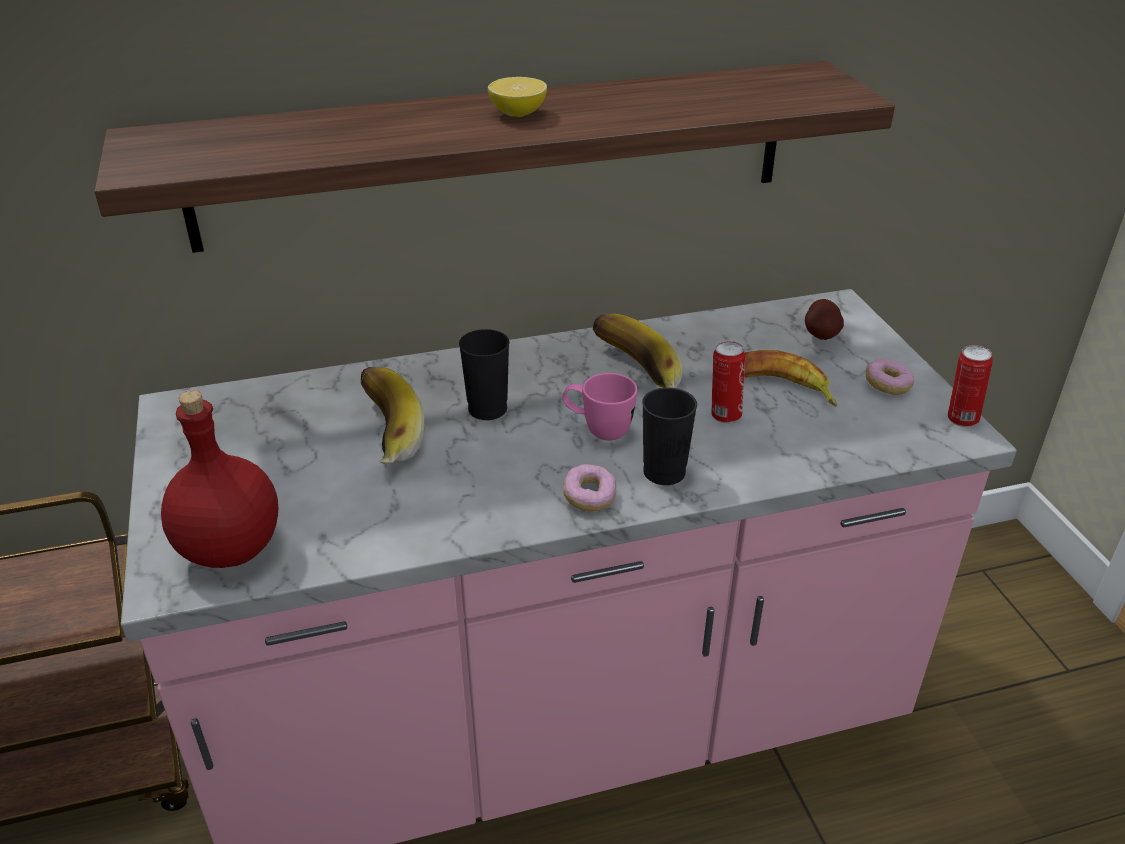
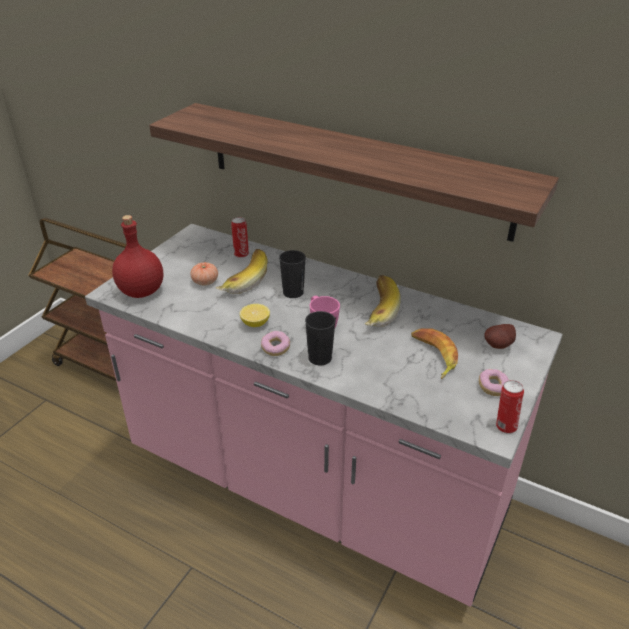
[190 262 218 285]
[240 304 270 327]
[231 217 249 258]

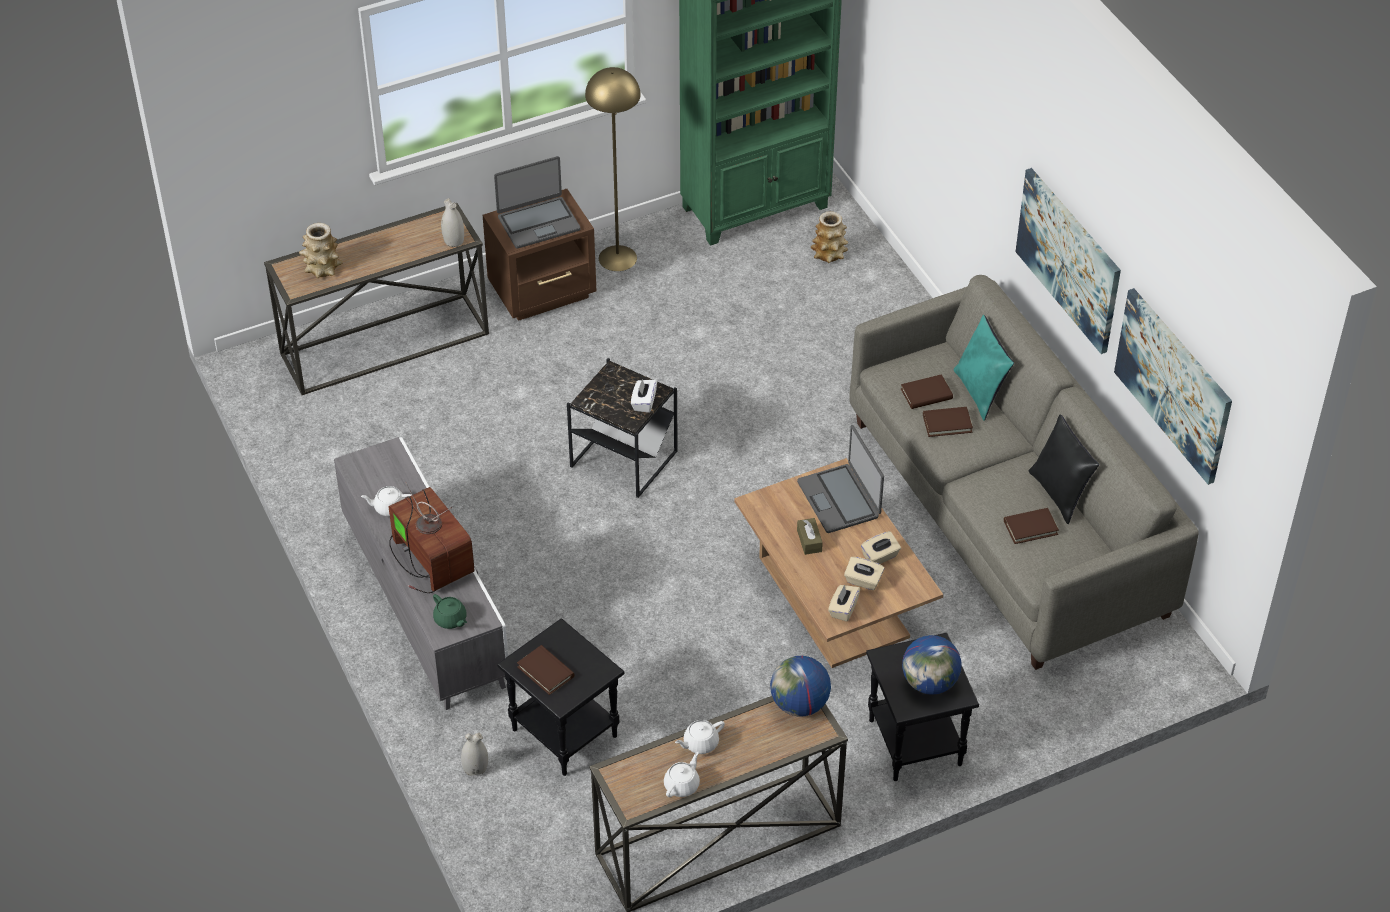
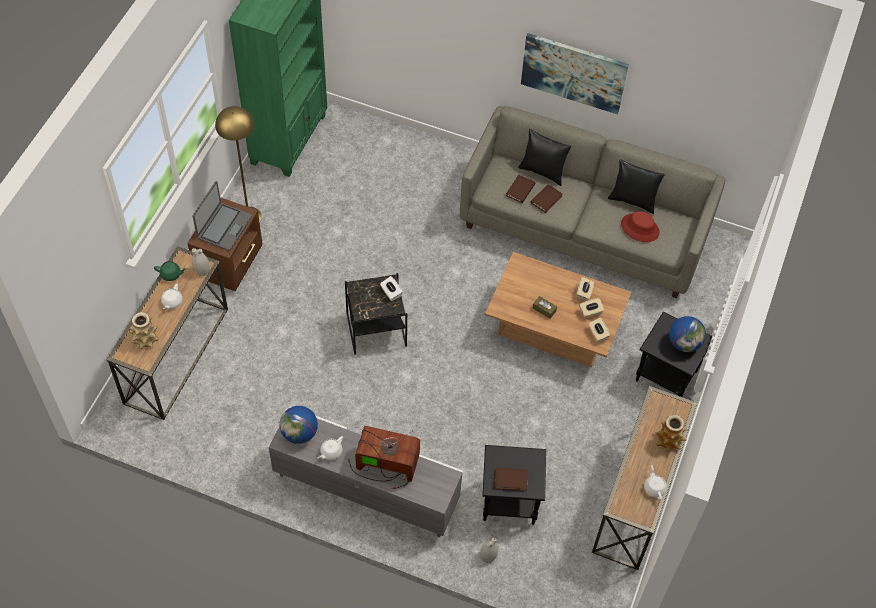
[797 425 884 533] (first image)
[1114 288 1232 485] (first image)
[154 261 186 281]
[161 284 182 309]
[280 406 318 444]
[656 415 687 452]
[621 211 660 242]
[518 129 571 186]

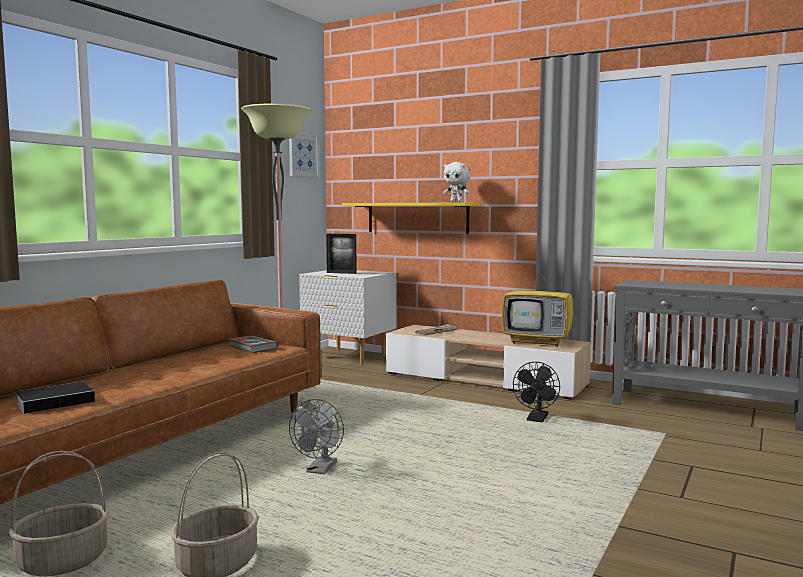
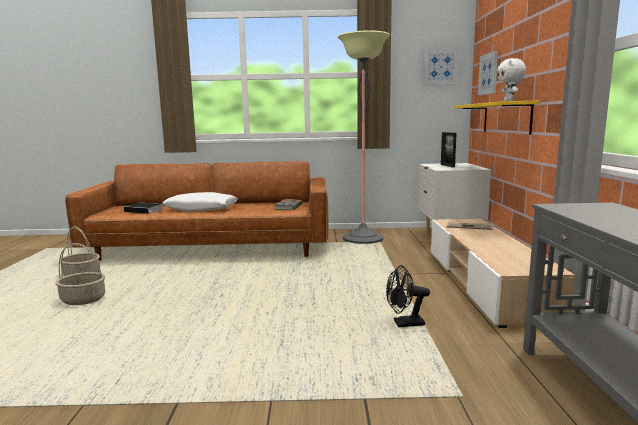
[289 399 344 474] (first image)
[502 264 573 347] (first image)
[162 192 238 212]
[478 51 498 95]

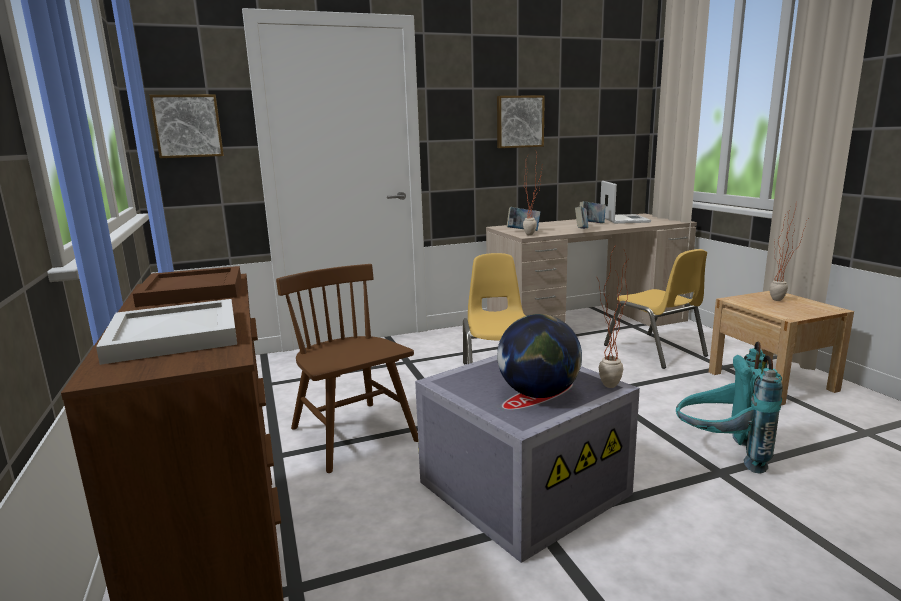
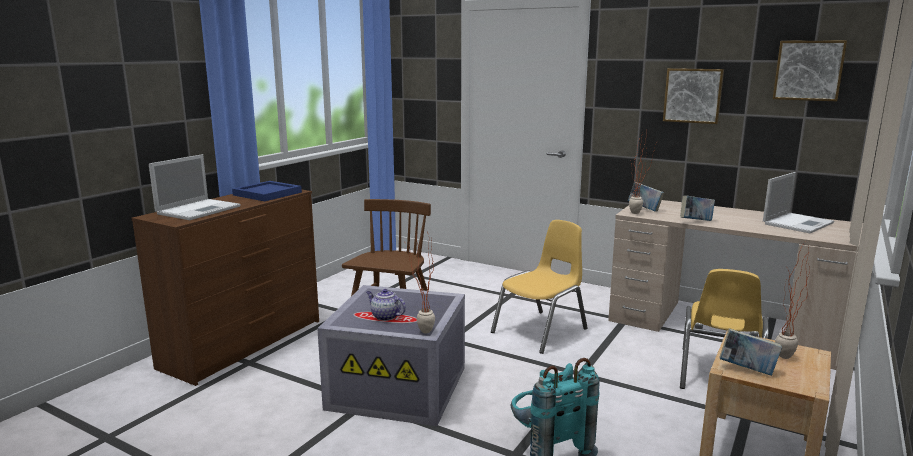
[773 40 847 101]
[719 328 782 376]
[149 154 240 220]
[366 289 406 321]
[232 181 302 201]

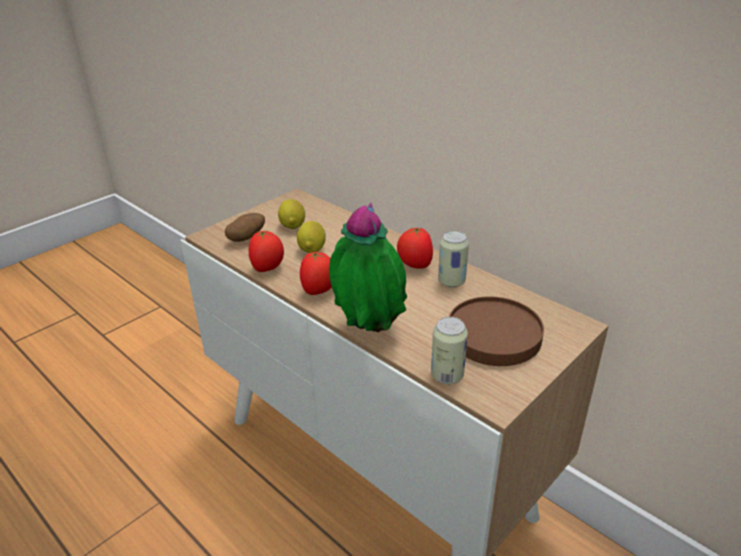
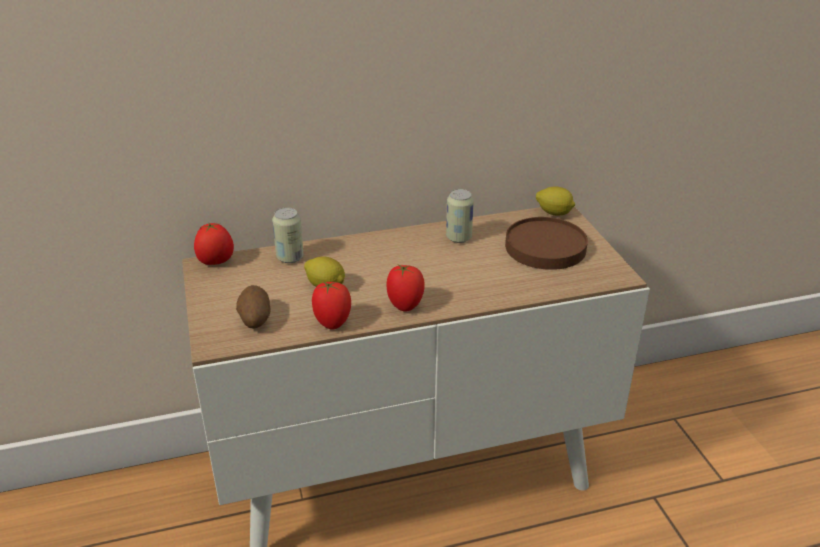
[329 203 407 332] (first image)
[536 186 575 216]
[194 223 234 265]
[272 208 303 263]

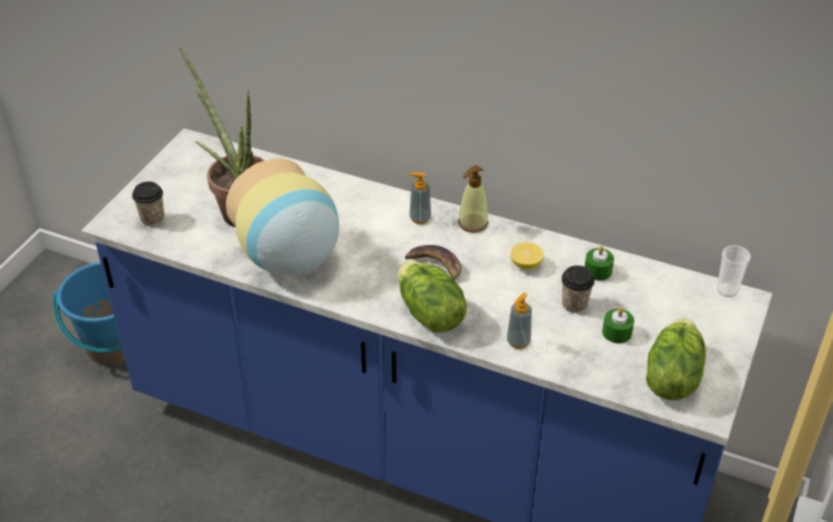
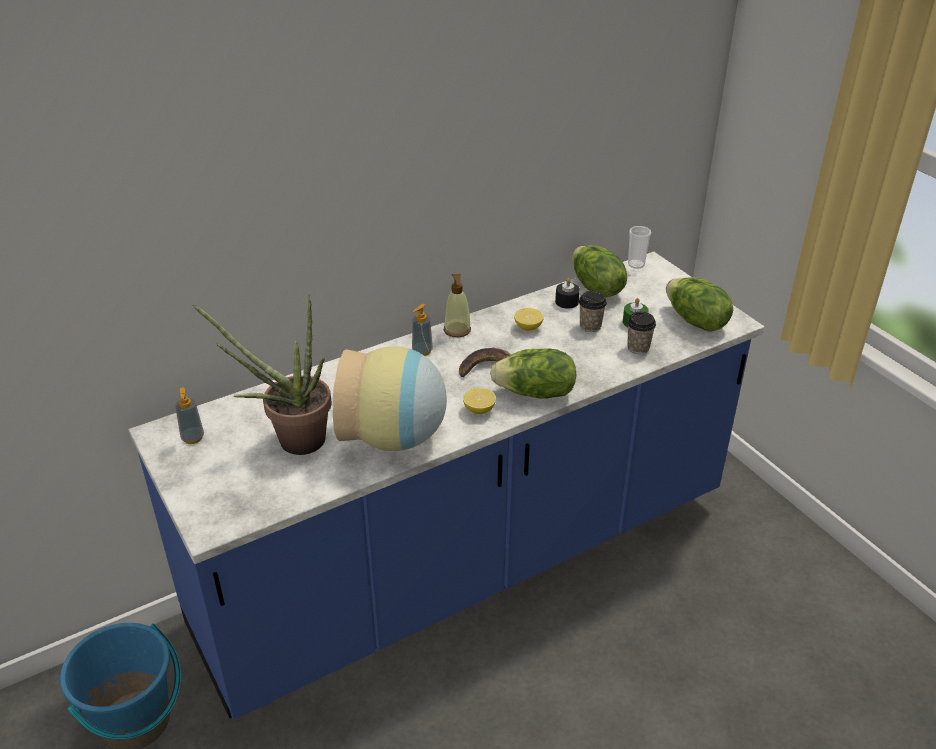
[463 388 496 414]
[572 245 627 298]
[627 312 656 354]
[175 387 204 444]
[555 278 580 309]

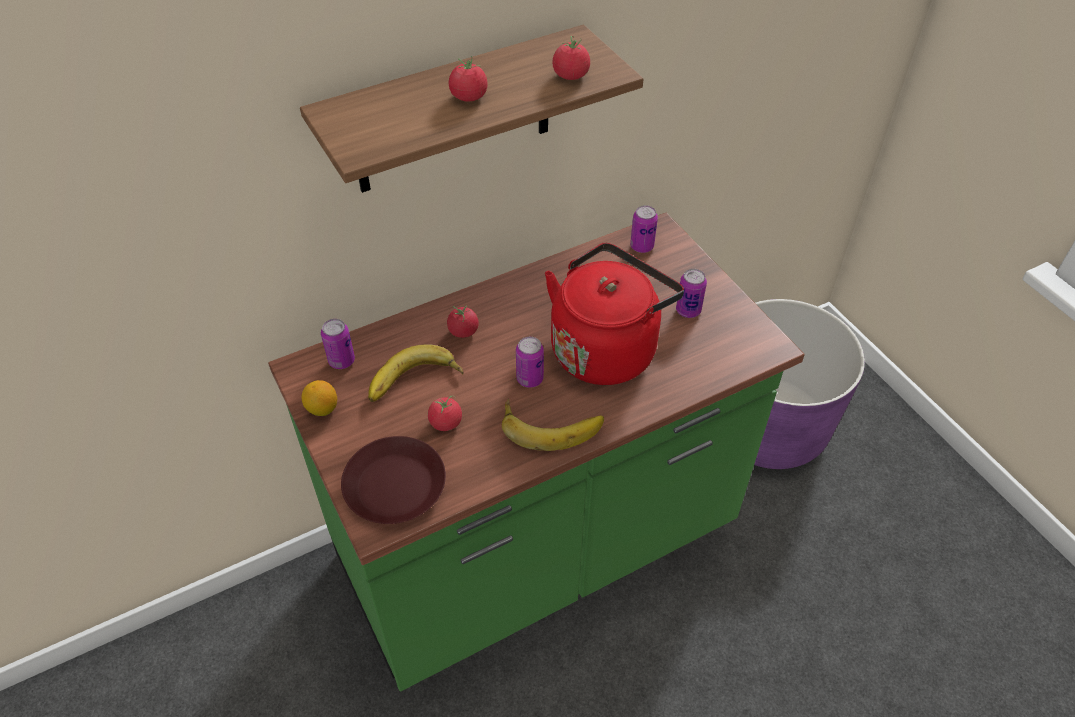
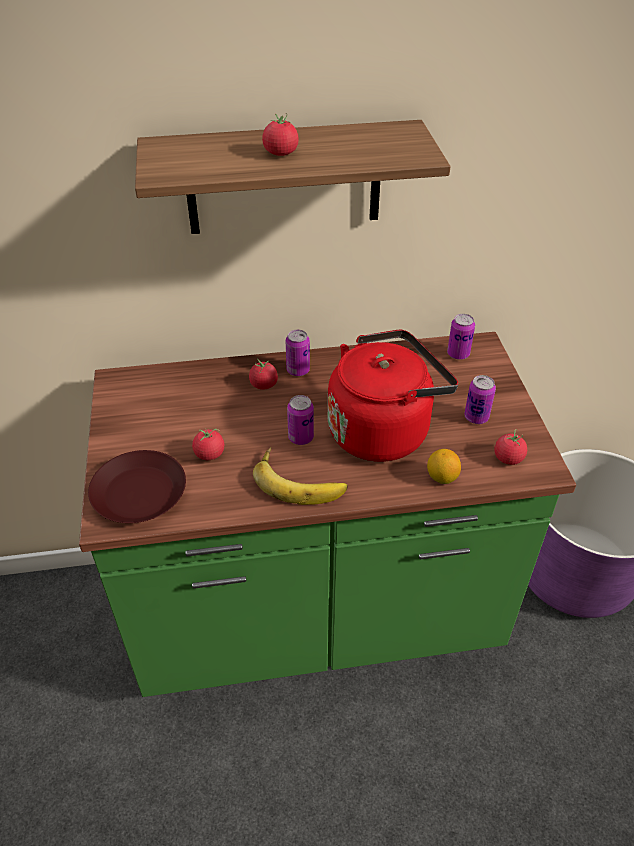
[368 344 463 402] (first image)
[427 449 461 484]
[286 330 310 376]
[494 429 527 465]

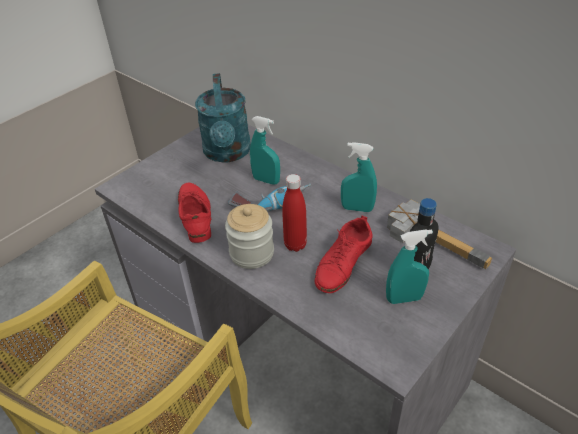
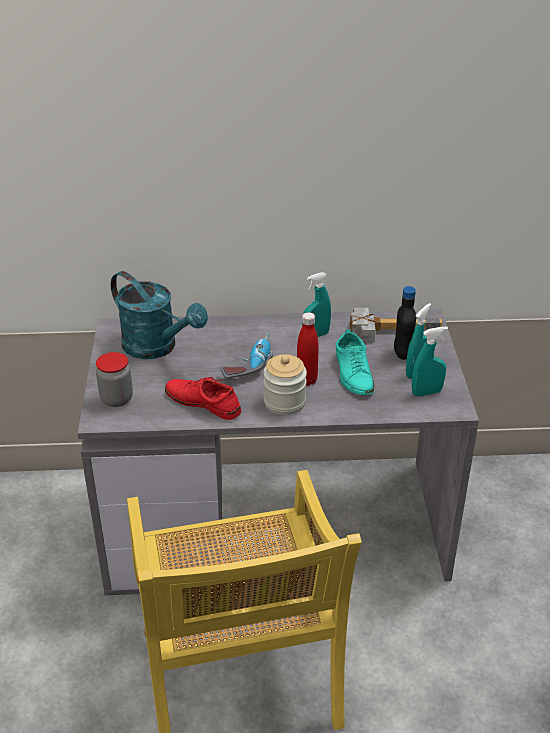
[96 352 133 407]
[412 327 448 397]
[336 329 374 395]

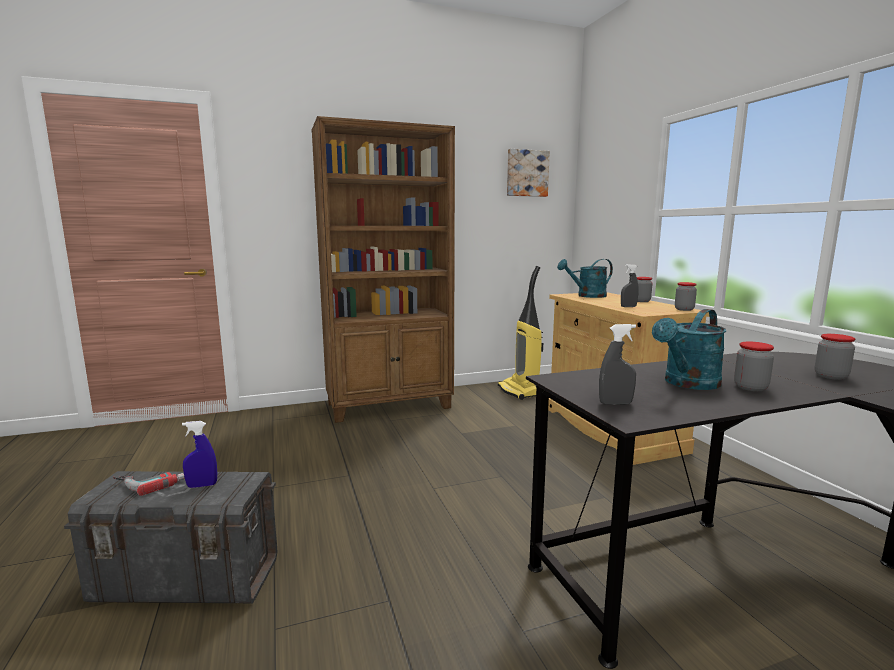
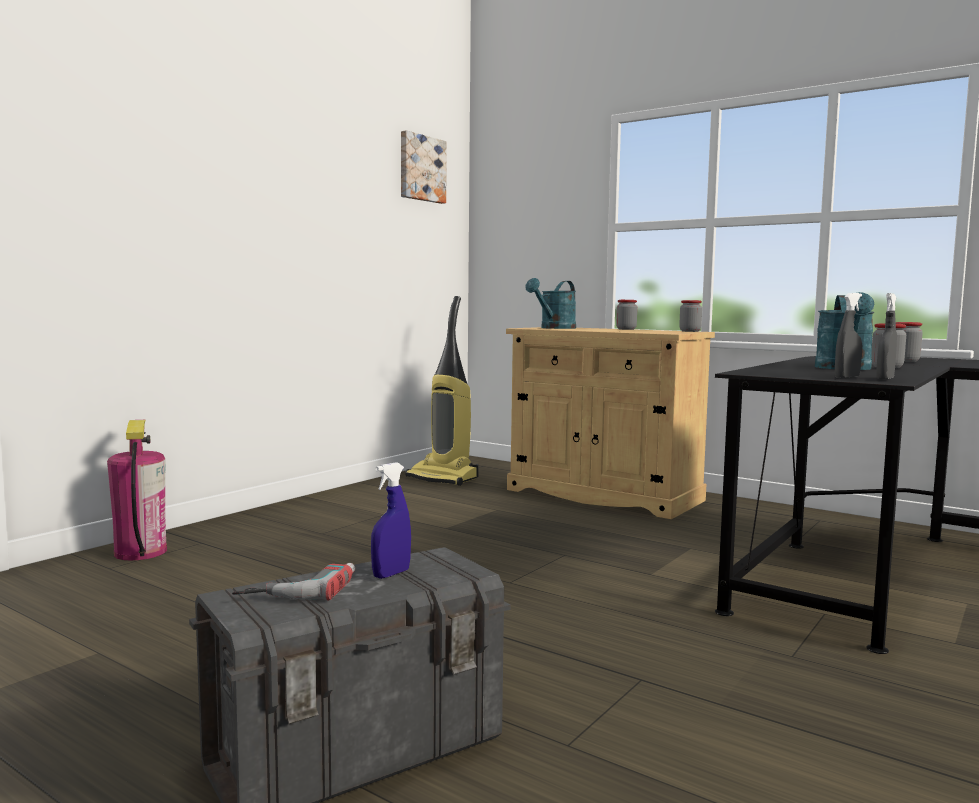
[312 116 455 423] (first image)
[107 420 167 560]
[876 293 897 380]

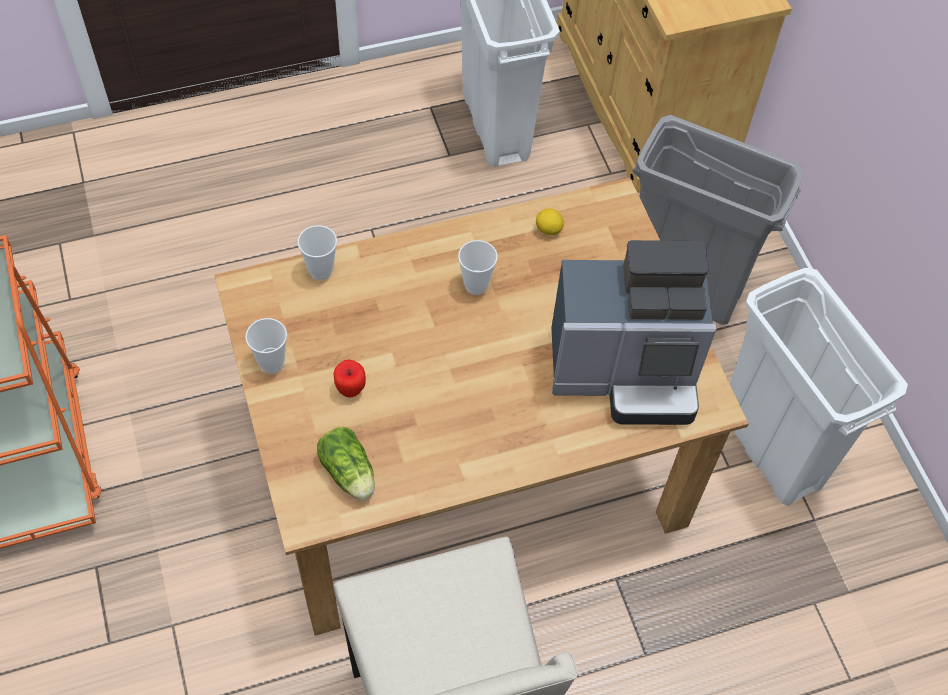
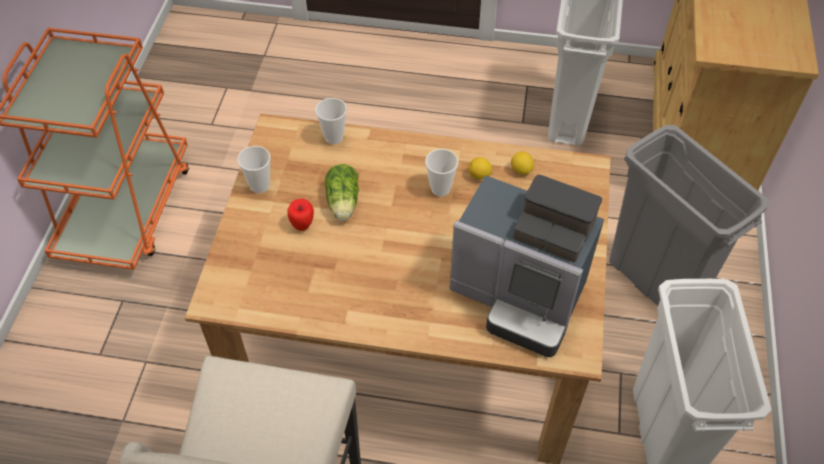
[468 157 492 179]
[325 164 359 221]

